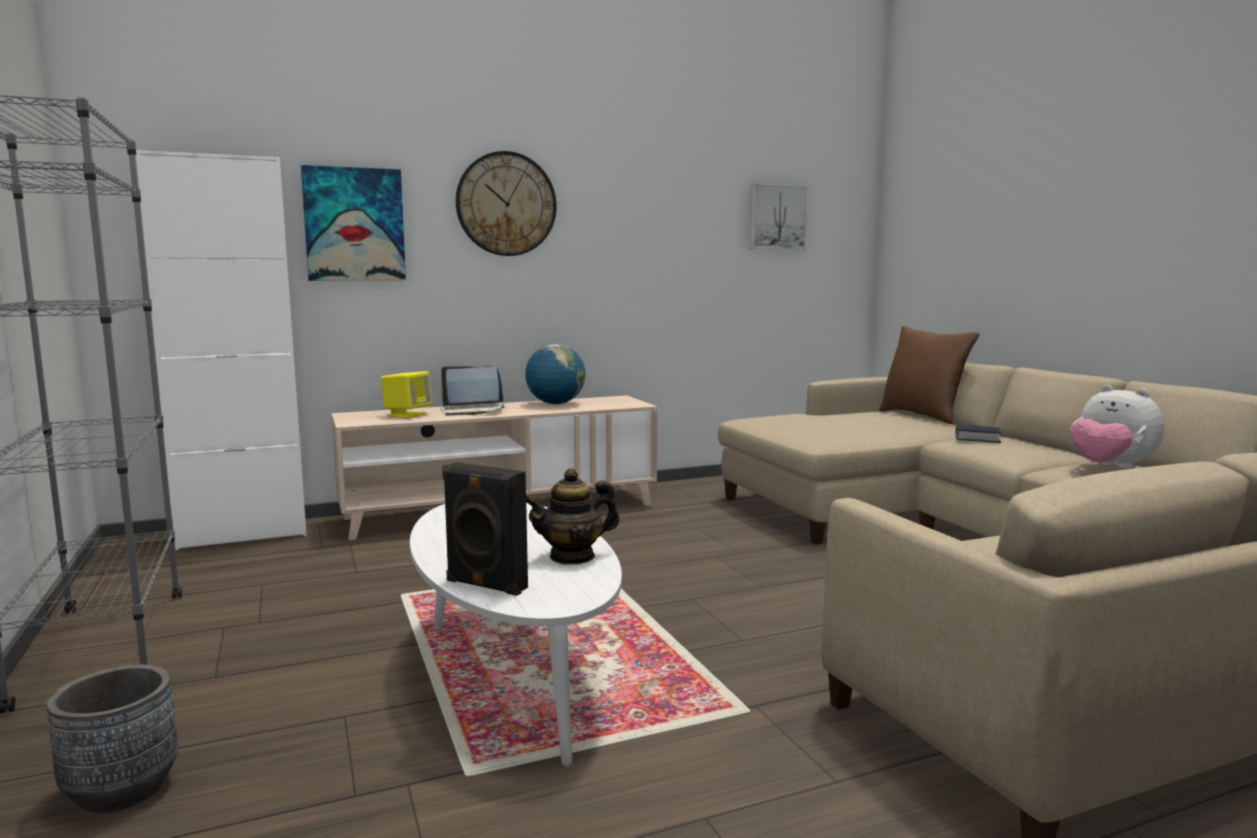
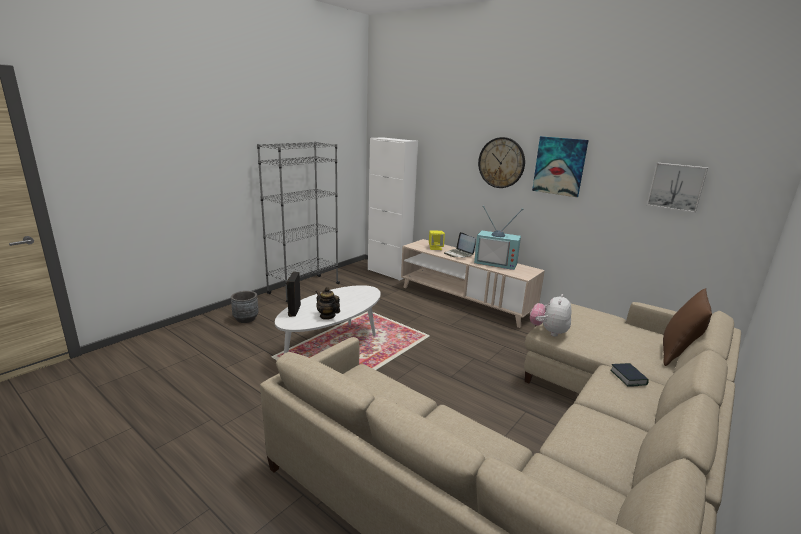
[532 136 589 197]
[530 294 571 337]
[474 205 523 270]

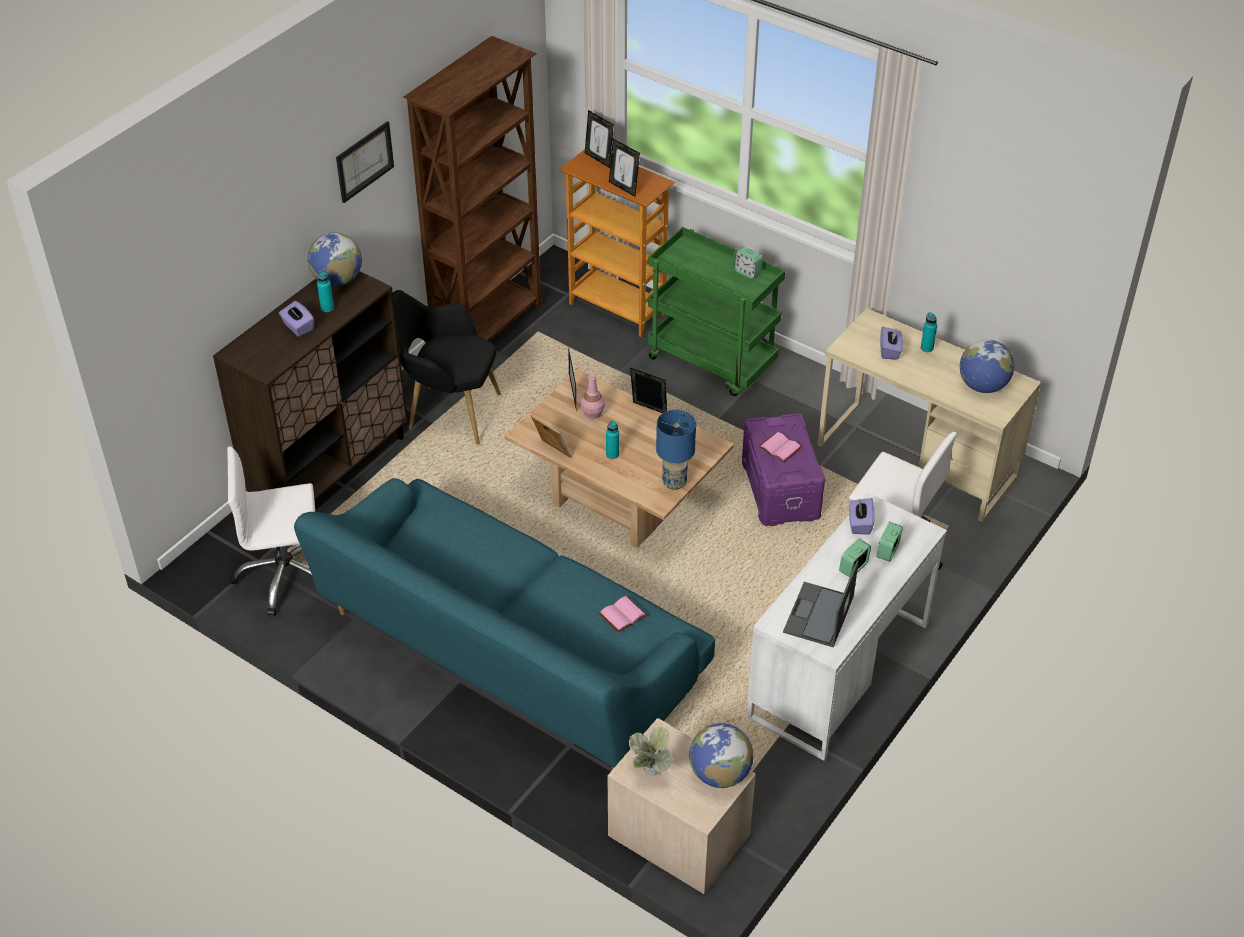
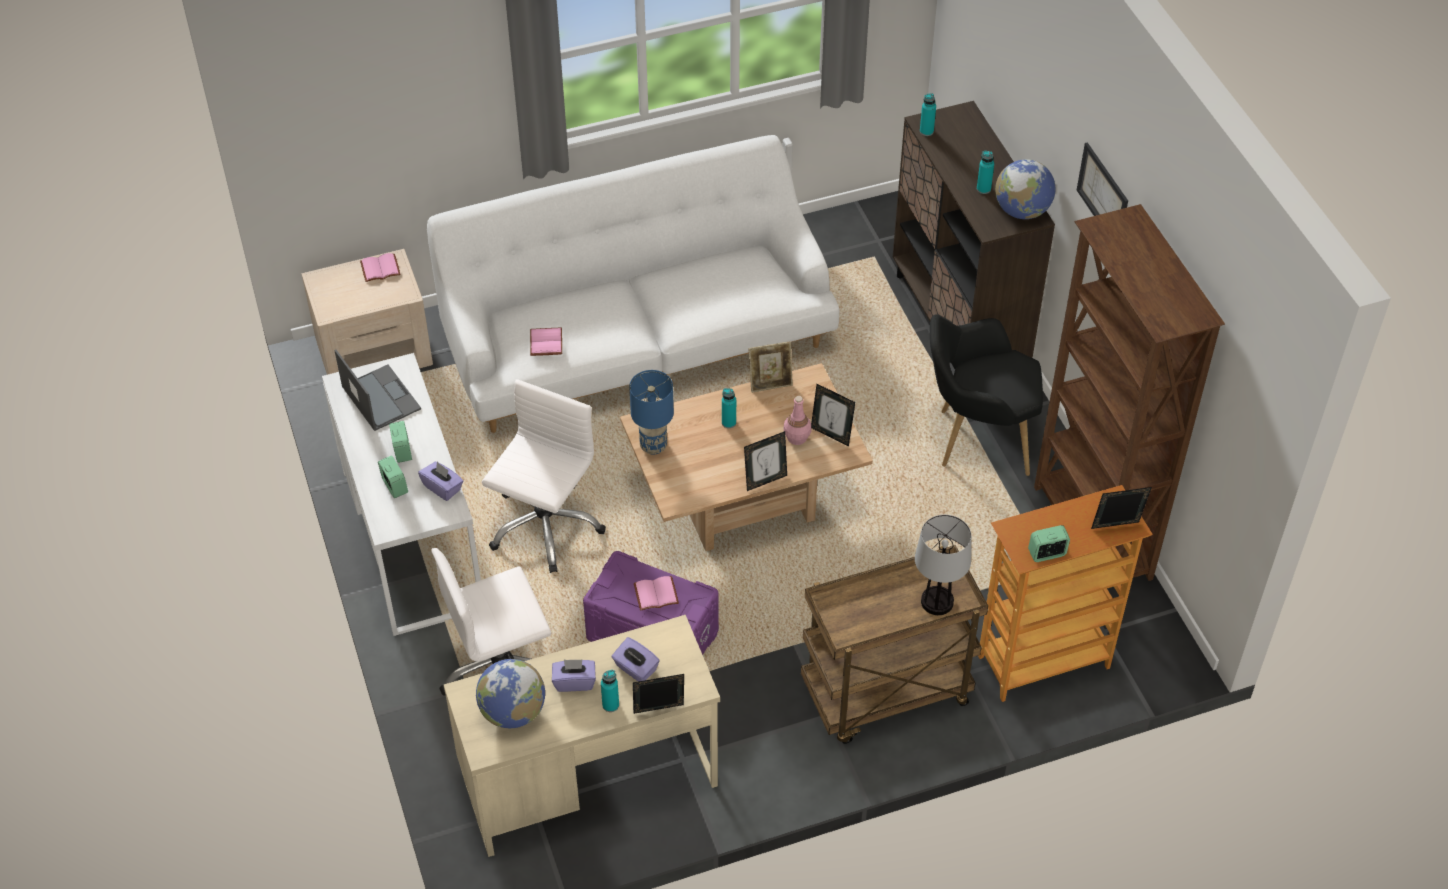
[689 723 754 788] (first image)
[915 515 971 615]
[920 93 936 136]
[482 379 606 573]
[552 660 596 692]
[633 674 684 714]
[1028 525 1070 562]
[360 253 401 282]
[427 135 839 433]
[801 545 988 744]
[930 315 1043 476]

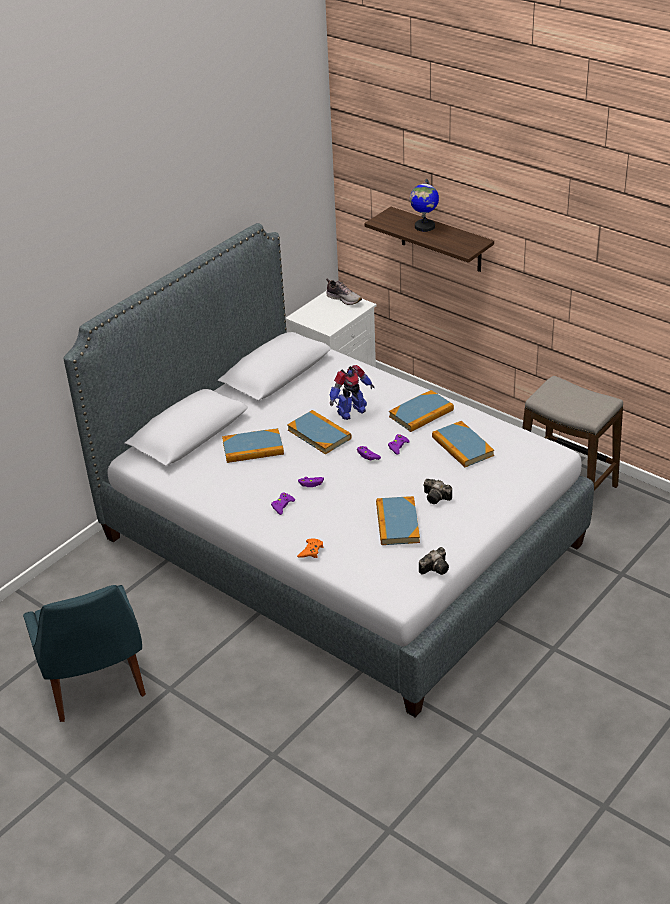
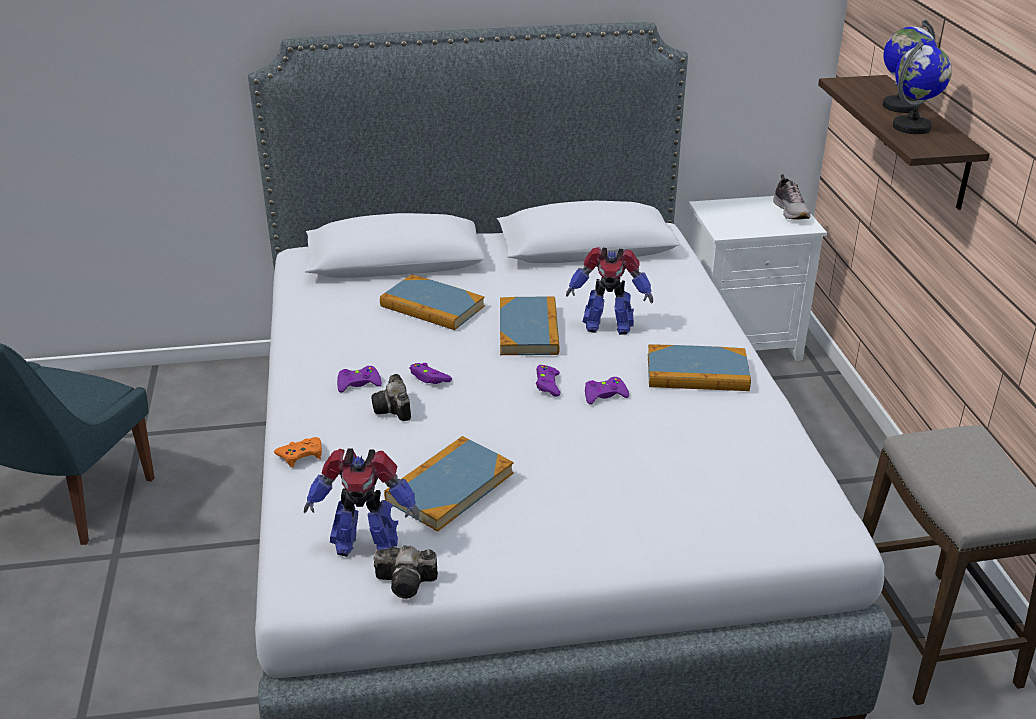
[432 421 494 467] (first image)
[304 448 420 557]
[893 41 952 134]
[371 374 411 421]

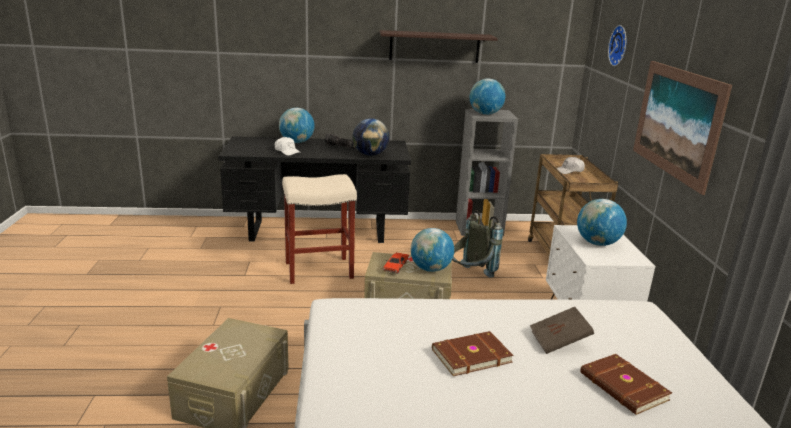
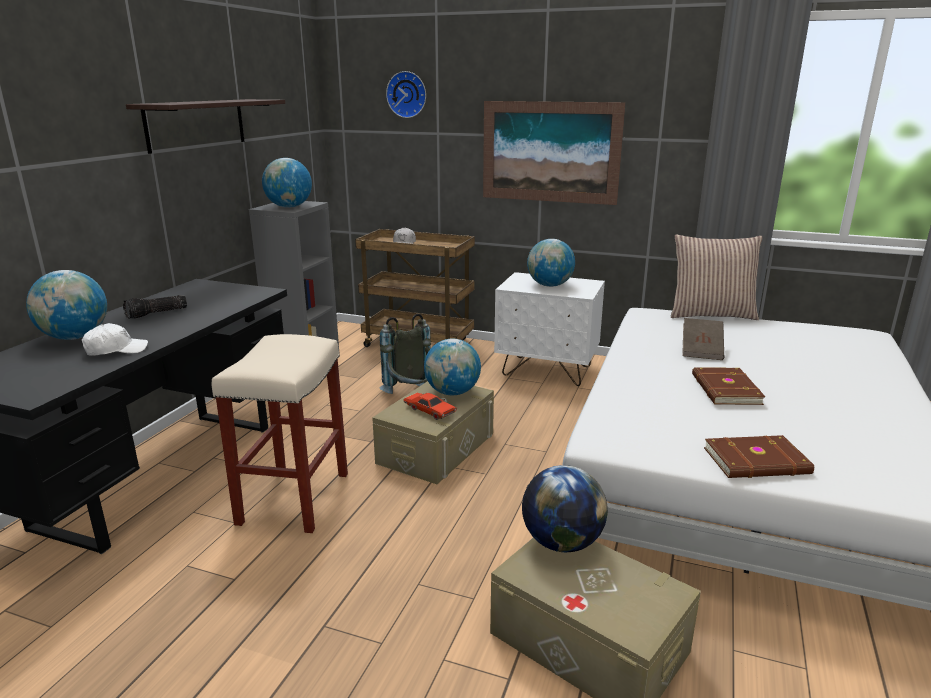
[671 235 763 320]
[522 465 608 552]
[704 435 814 478]

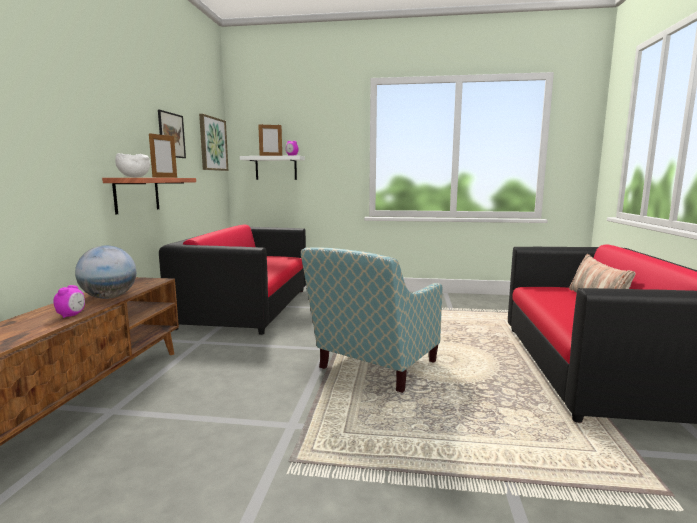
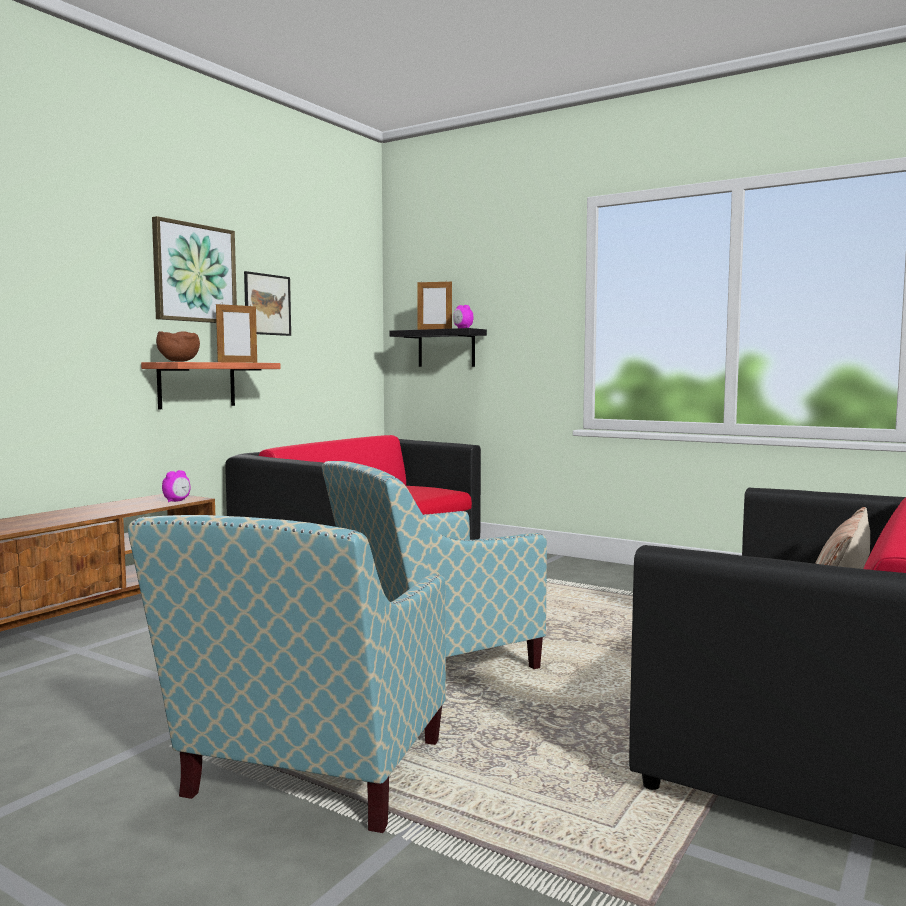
[75 246 136 299] (first image)
[128 515 446 833]
[162 470 190 502]
[152 216 237 323]
[156 331 200 362]
[389 328 487 367]

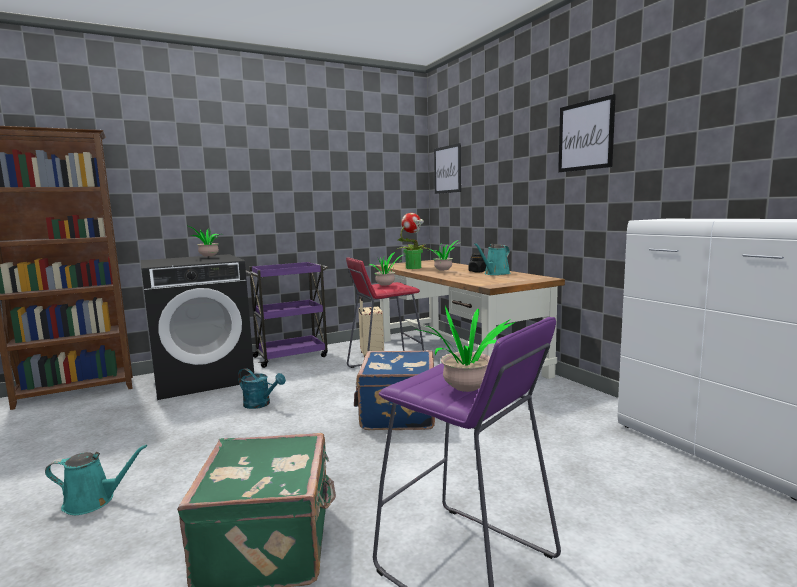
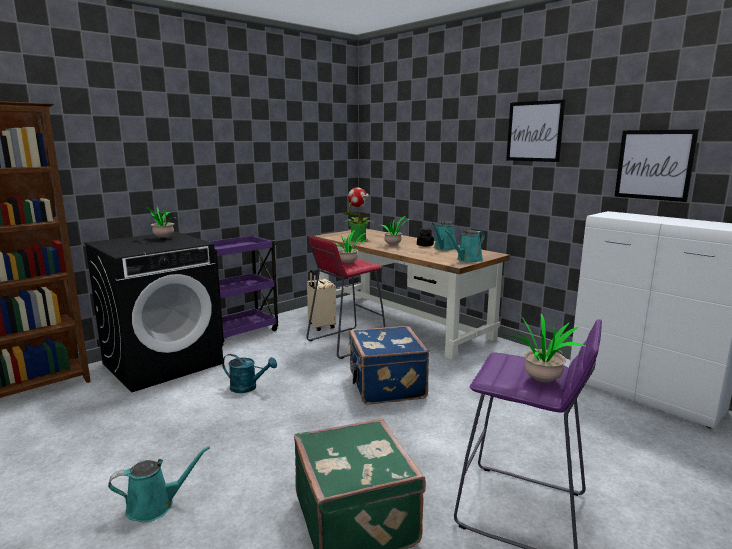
[445 230 485 262]
[615 130 699 202]

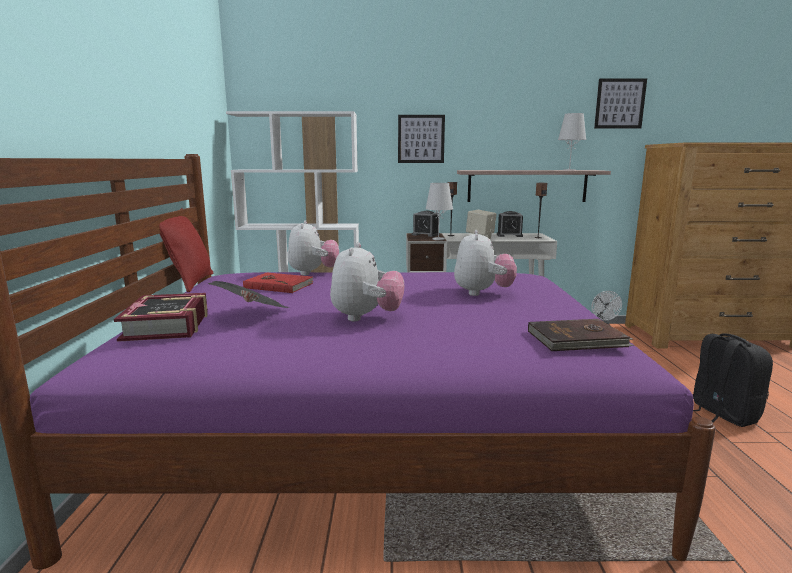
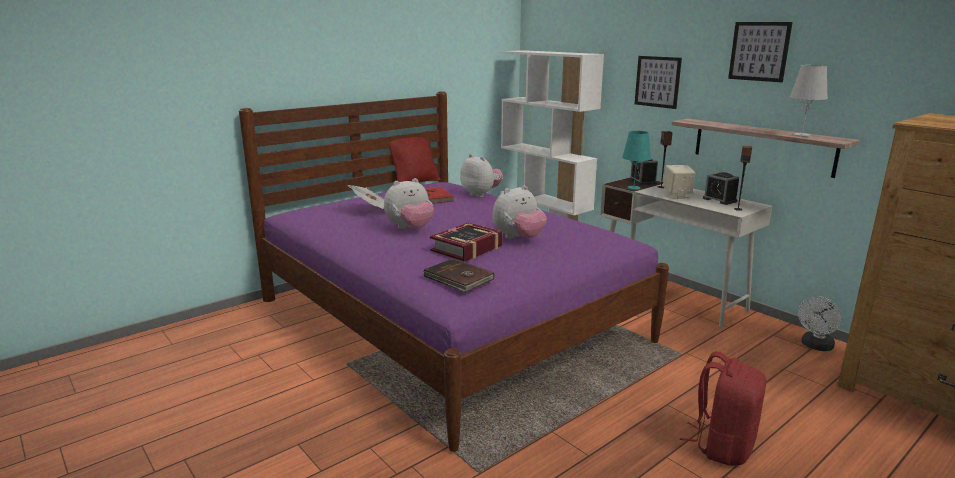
[430 223 502 262]
[728 22 793 82]
[622 131 651 190]
[680 351 766 466]
[460 154 503 198]

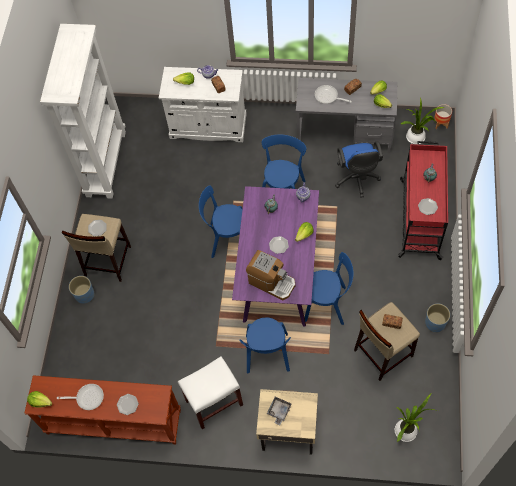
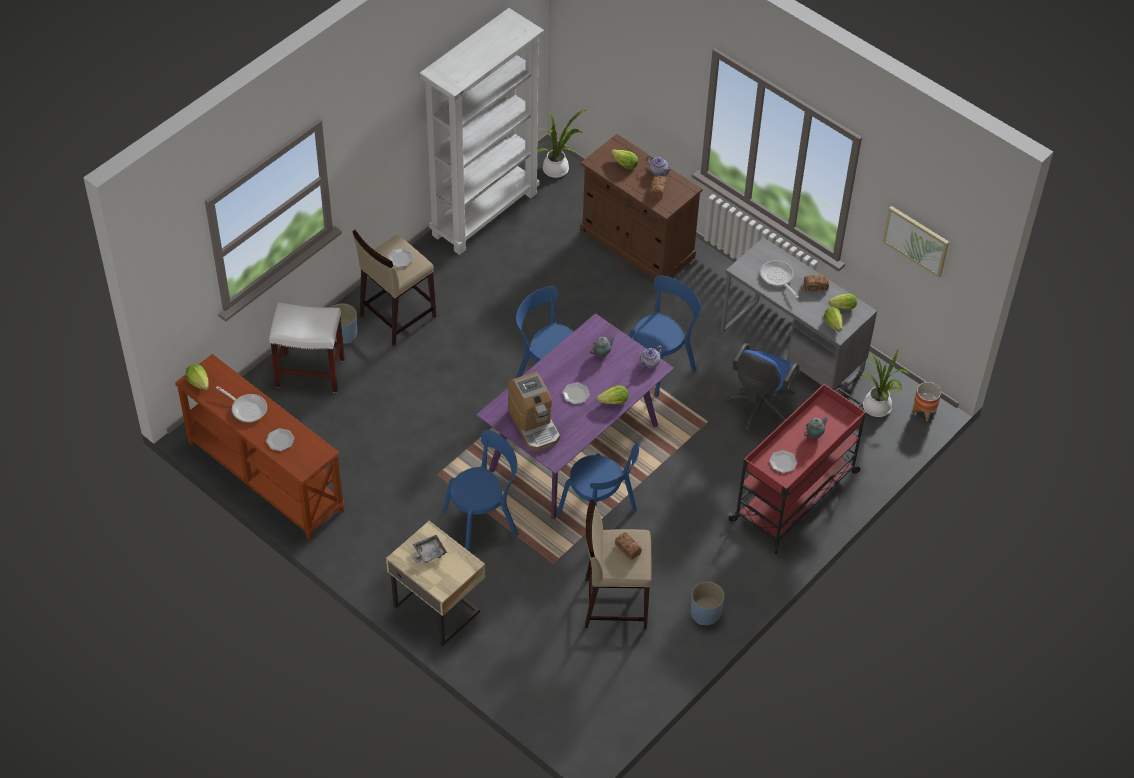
[882 206 949 277]
[269 302 345 393]
[537 110 586 178]
[580 134 703 280]
[443 430 518 552]

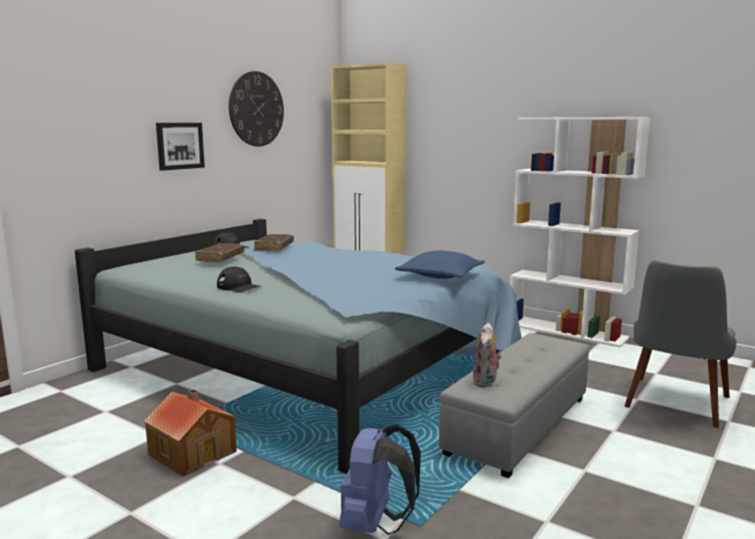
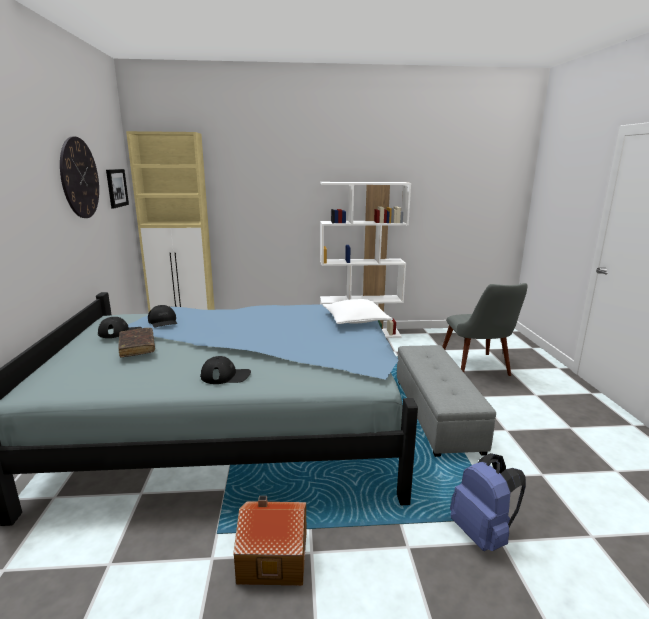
[473 323 502 388] (first image)
[106 169 129 208]
[148 305 177 327]
[323 299 393 324]

